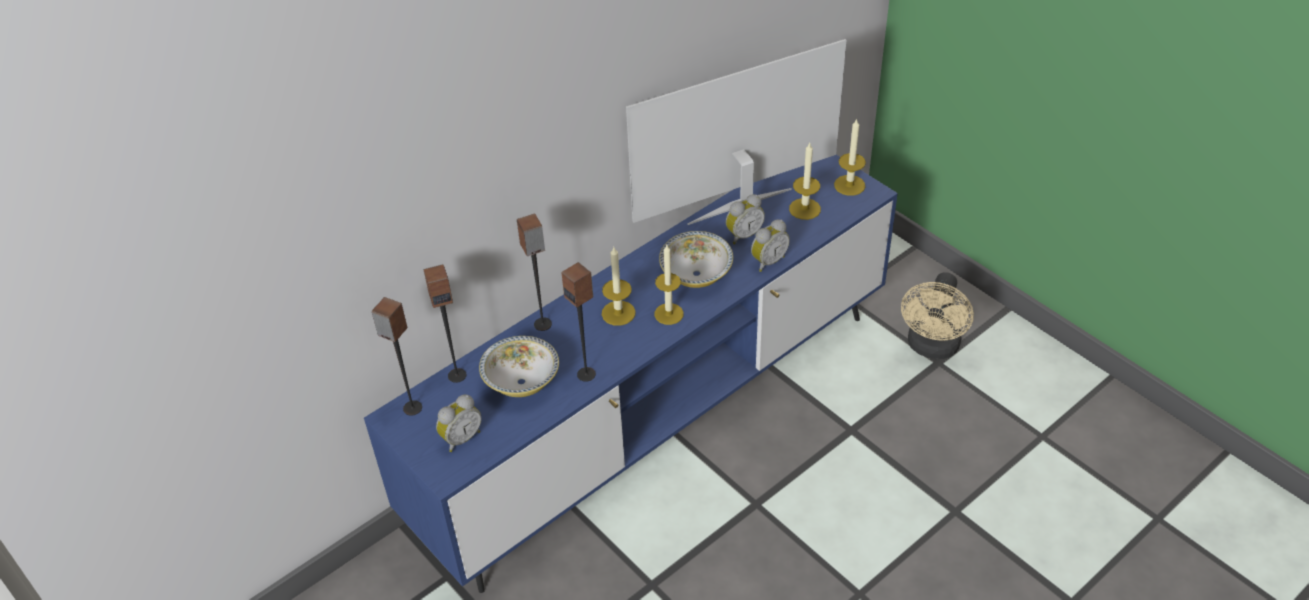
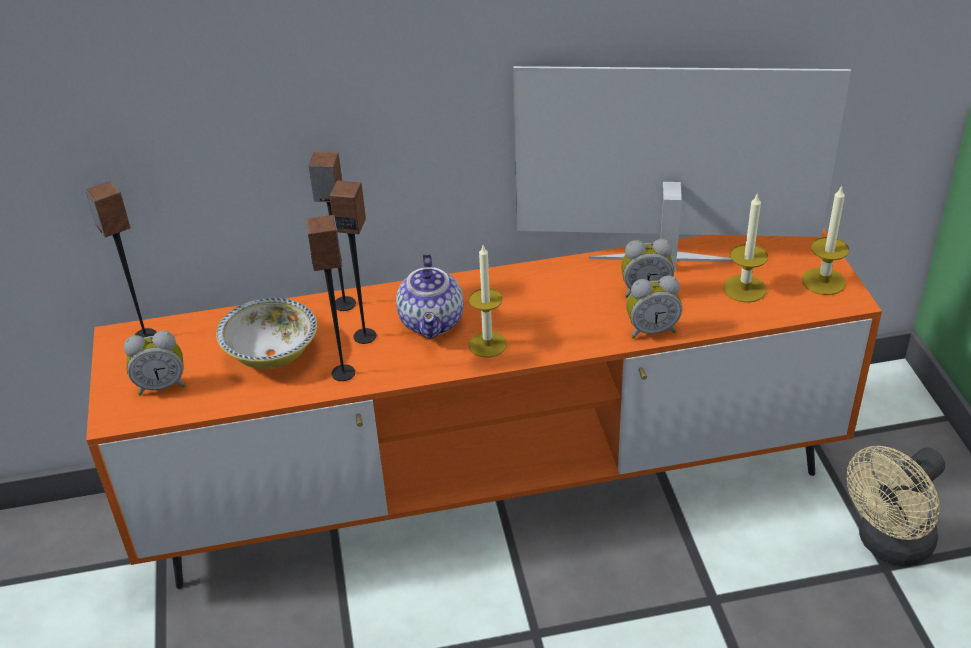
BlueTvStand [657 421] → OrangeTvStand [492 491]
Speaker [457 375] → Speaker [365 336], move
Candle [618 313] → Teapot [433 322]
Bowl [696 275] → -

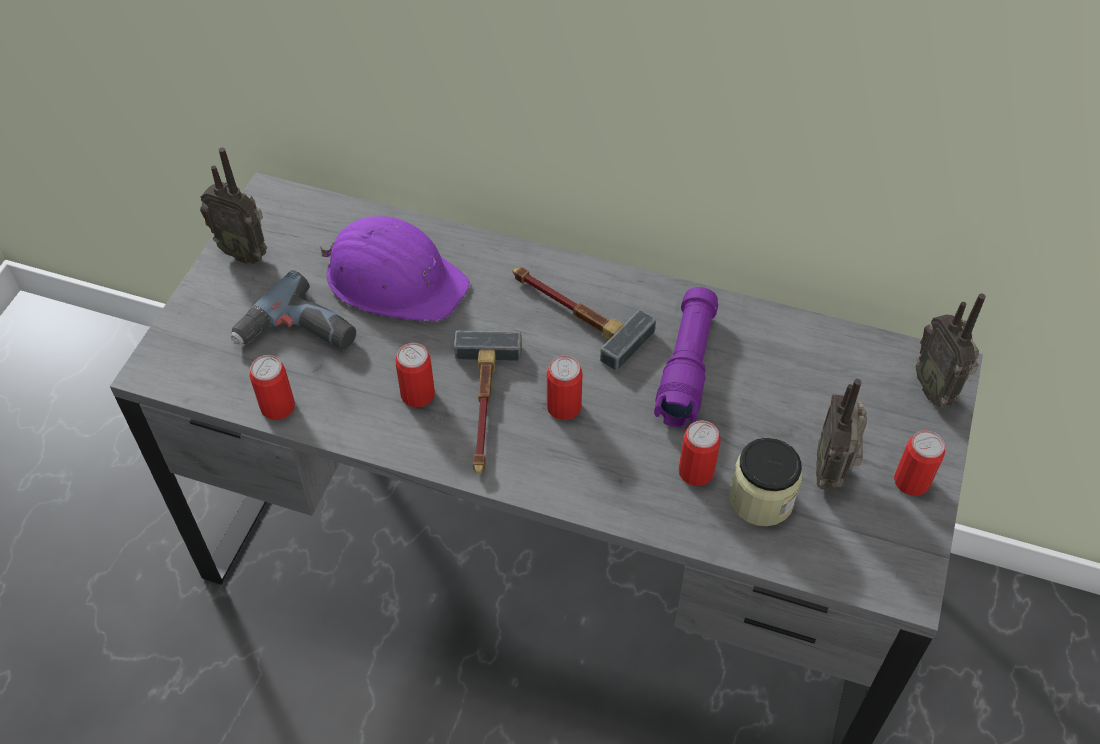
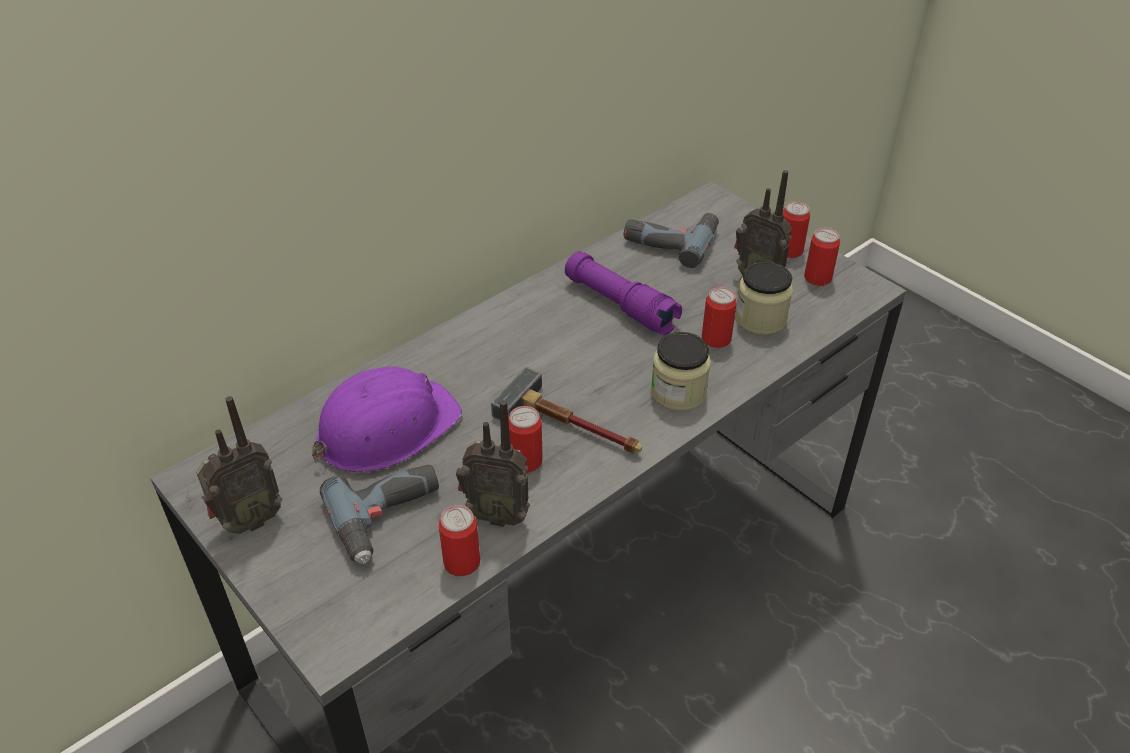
Hammer [573 313] → -
Can [564 407] → Can [817 278], move
Radio [936 389] → Radio [497 514], move
- → PowerDrill [671 239]
- → Jar [678 392]

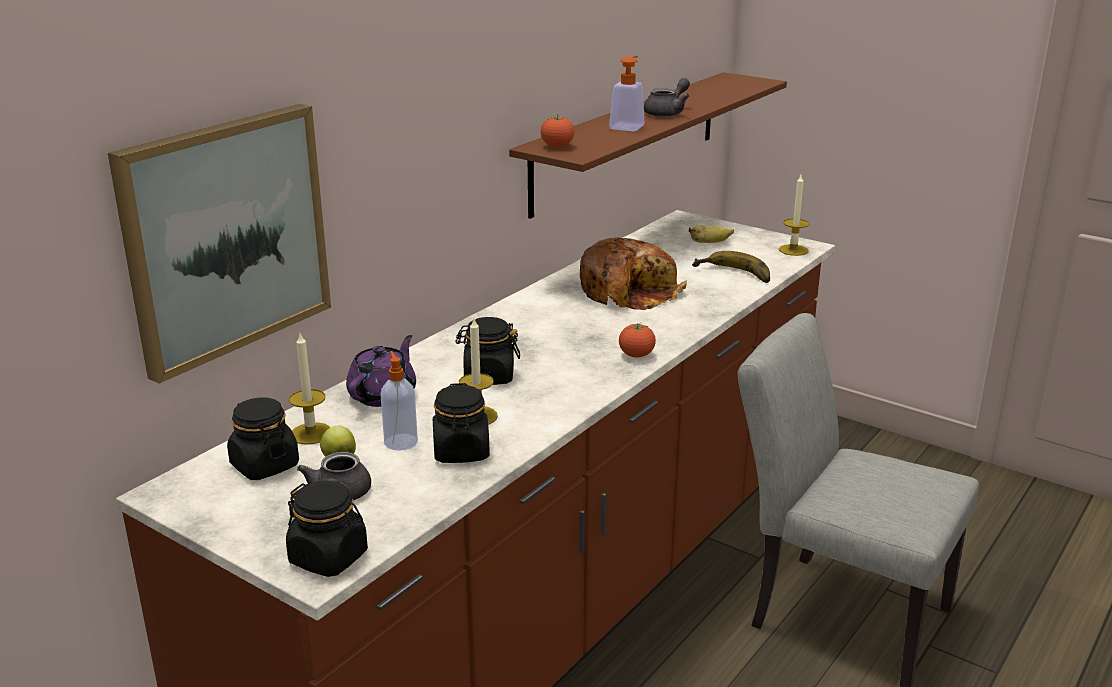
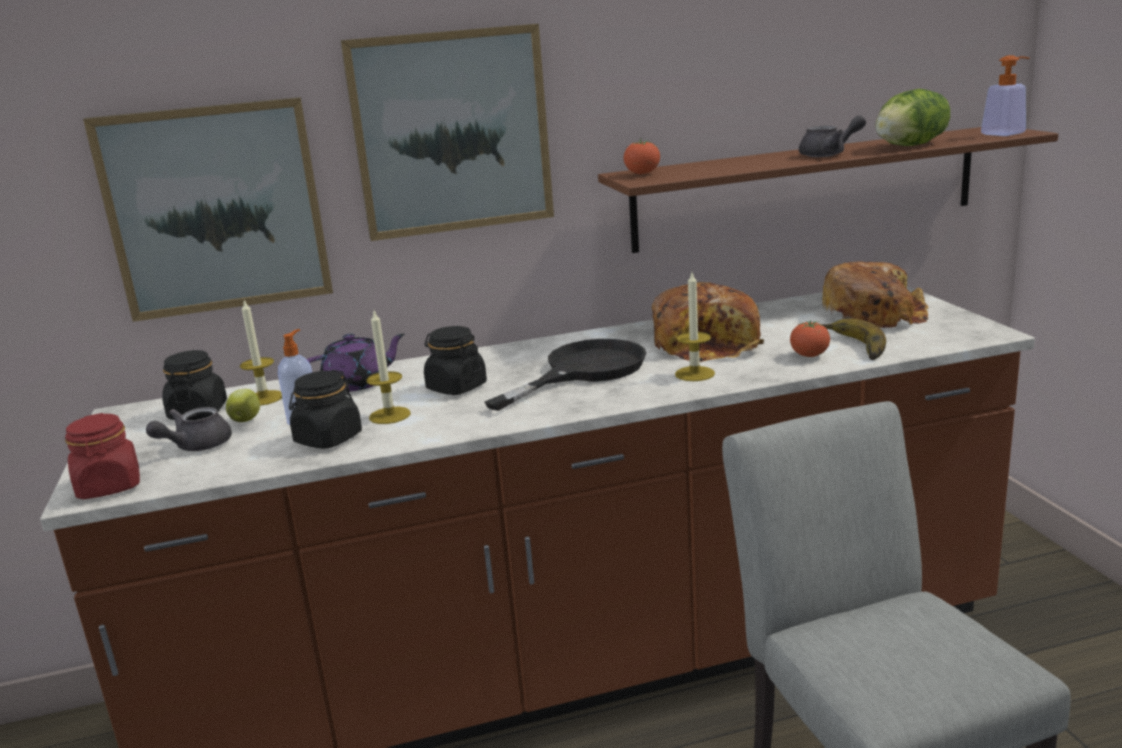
BlackJar [329 557] → RedJar [109 486]
SoapDispenser [628 126] → SoapDispenser [1007 133], move
Tomato [636 355] → Tomato [809 356], move
Banana [709 243] → Bread [875 314]
Candle [793 250] → Candle [694 374], move
- → Picture [451 132]
- → BlackFryingPan [583 371]
- → Lettuce [911 146]

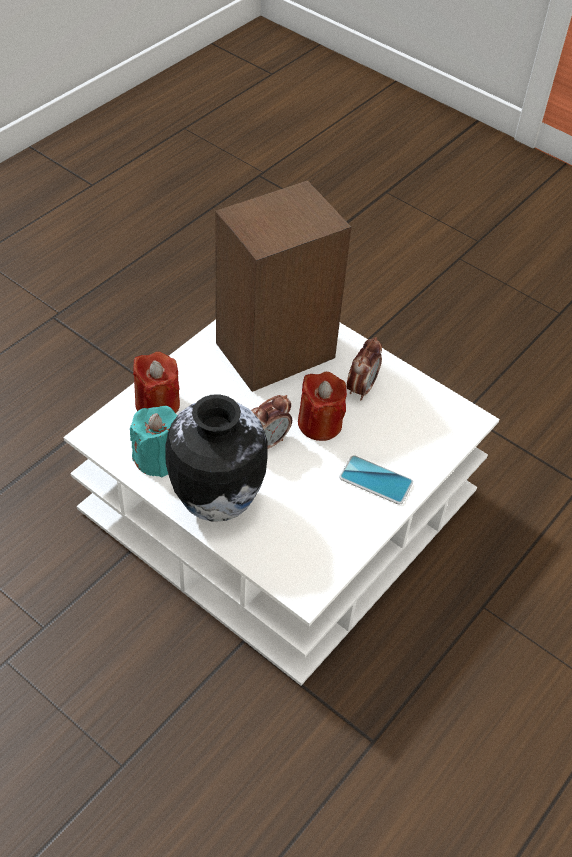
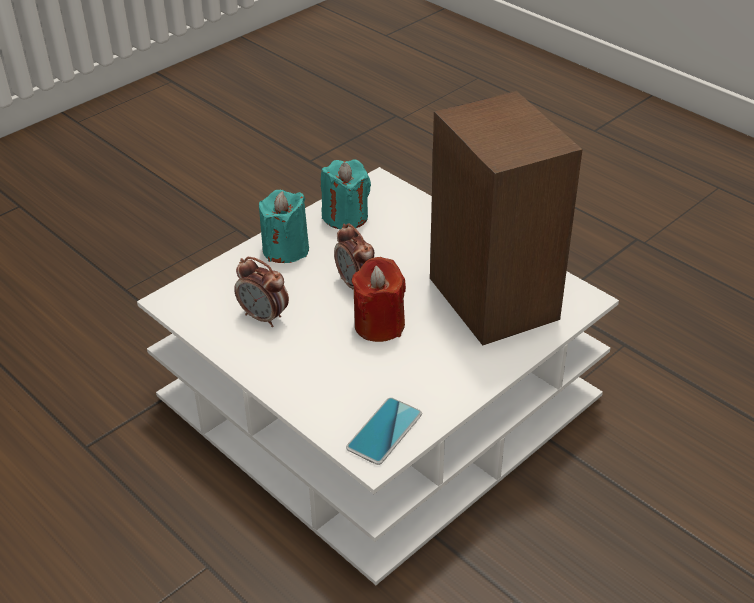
RedCandle [157 404] → -
Vase [215 503] → TurquoiseCandle [286 249]
Phone [376 480] → Phone [384 431], move
AlarmClock [361 388] → AlarmClock [264 317], move

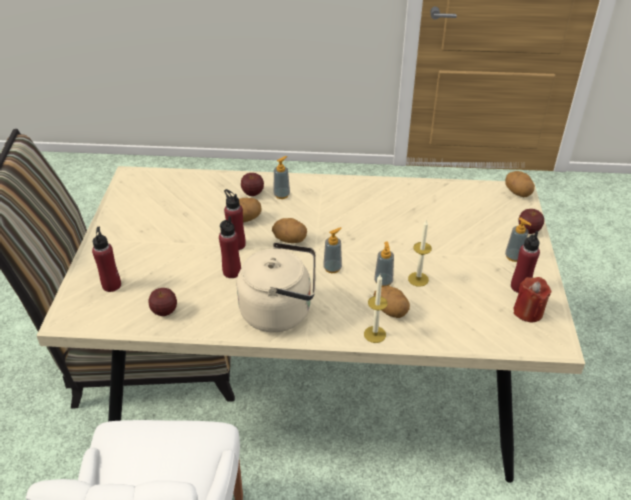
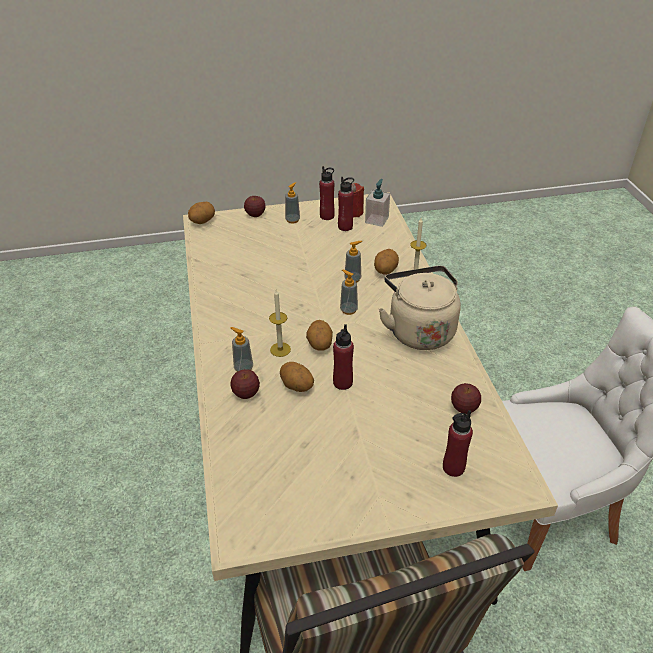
RedBottle [232 272] → RedBottle [345 227], move
Candle [418 279] → Candle [280 349], move
- → SoapDispenser [377 220]

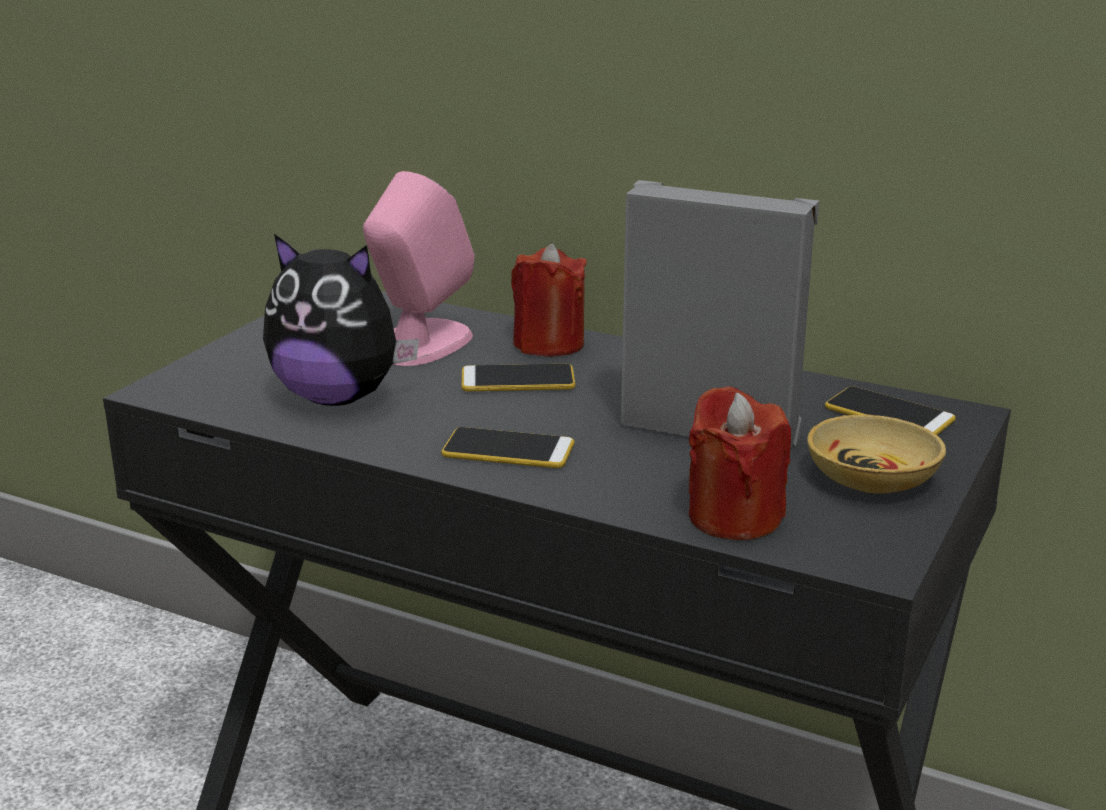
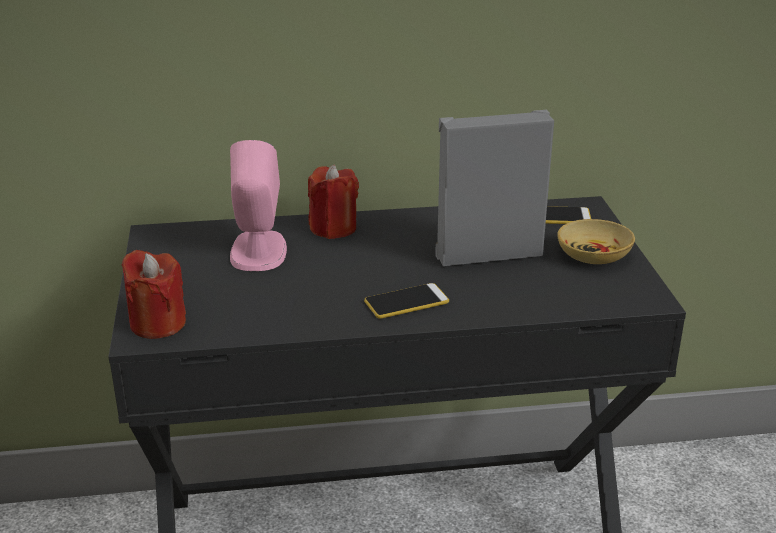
PlushToy [338 397] → -
Phone [518 380] → -
RedCandle [734 517] → RedCandle [158 323], move

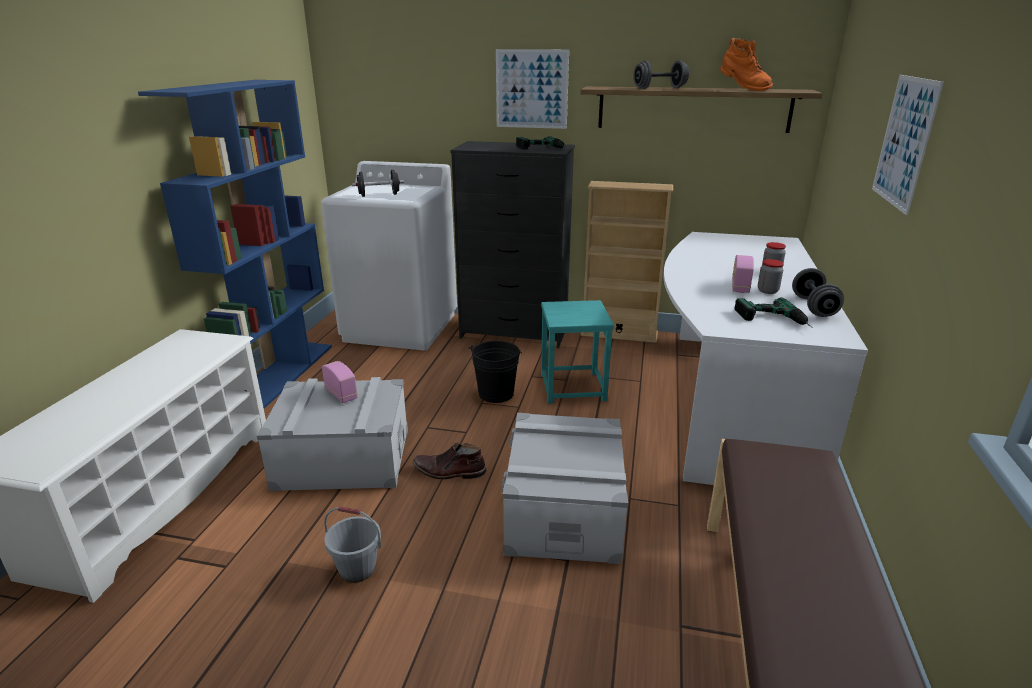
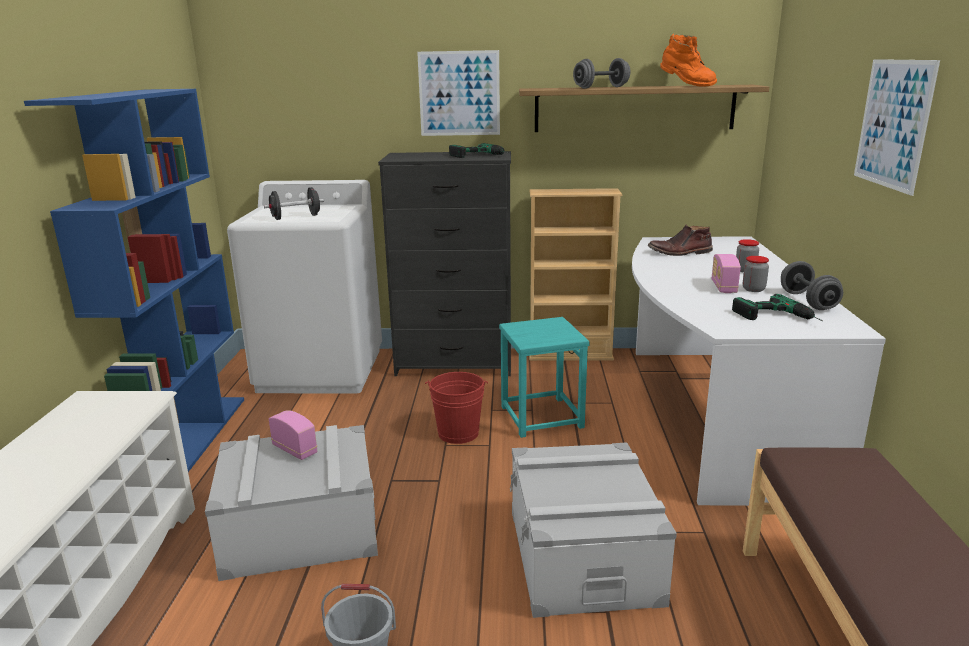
BrownBoot [449 471] → BrownBoot [680 252], move
BlackBucket [496 394] → RedBucket [458 433]

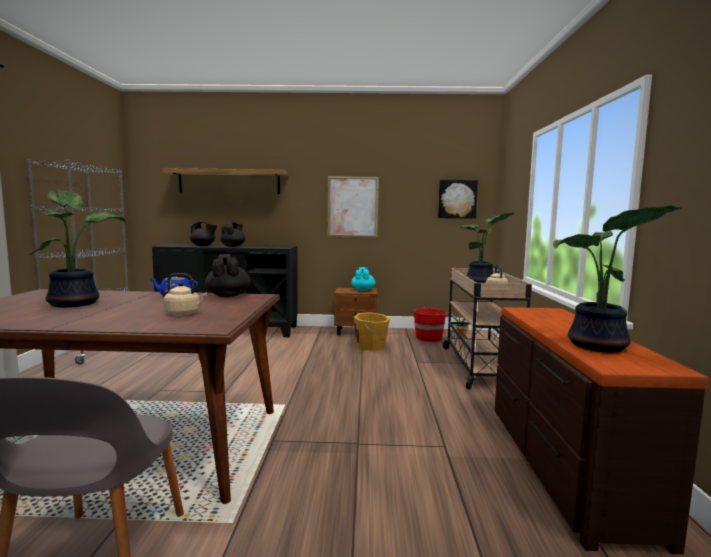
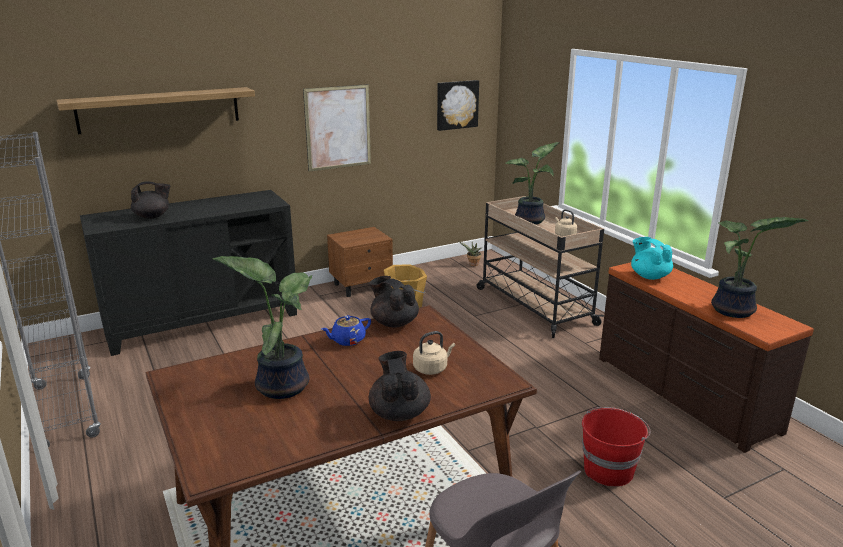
BlackTeapot [233 246] → BlackTeapot [399 413], move
TurquoiseTeapot [363 290] → TurquoiseTeapot [649 276], move
RedBucket [429 338] → RedBucket [609 469], move

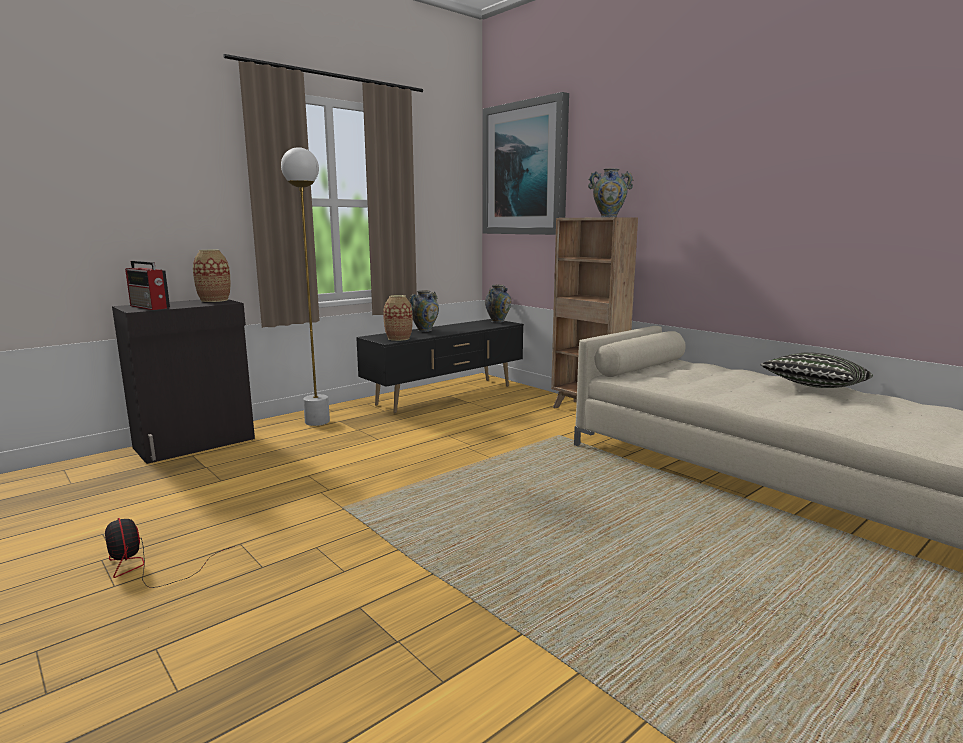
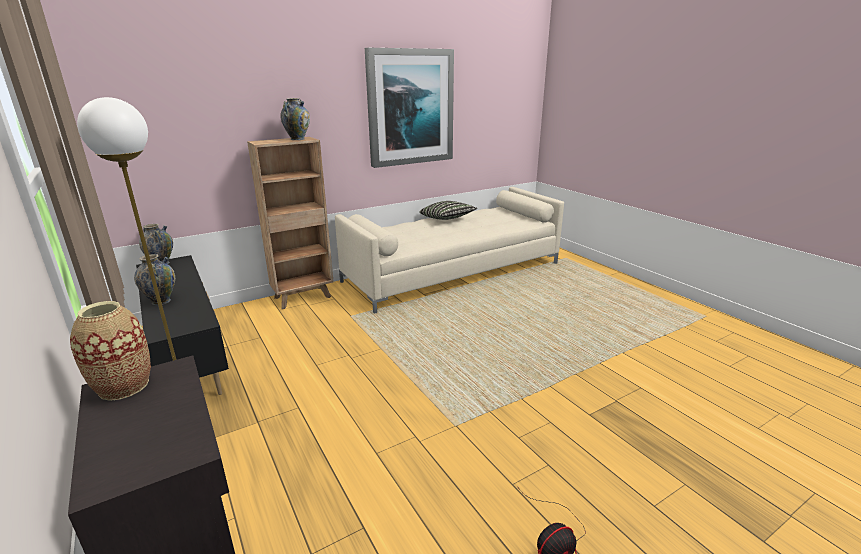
Radio [150 307] → -
Vase [398 338] → -
Picture [525 169] → Picture [410 107], move

